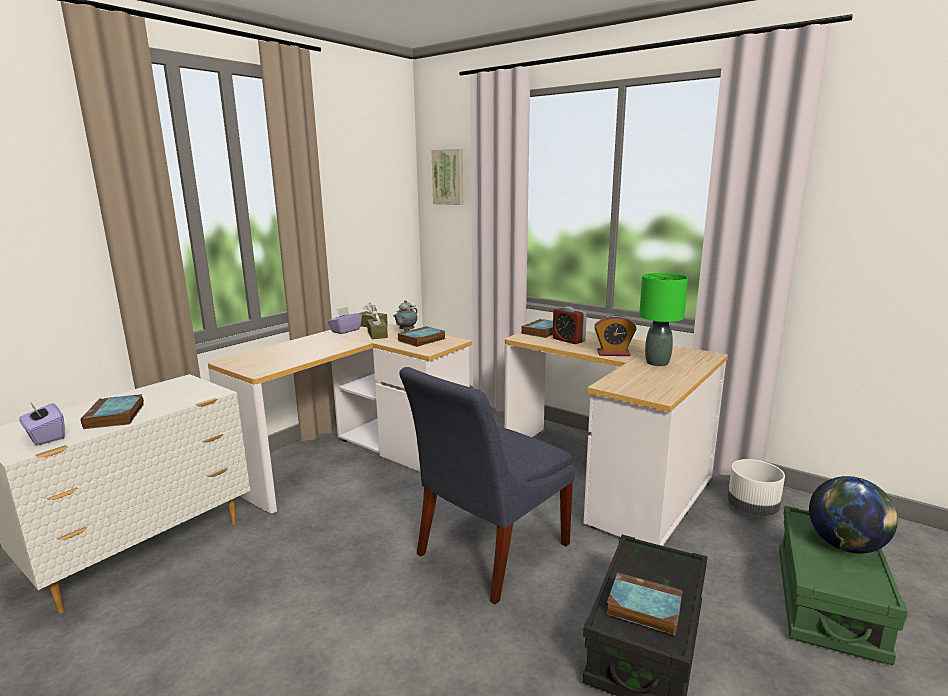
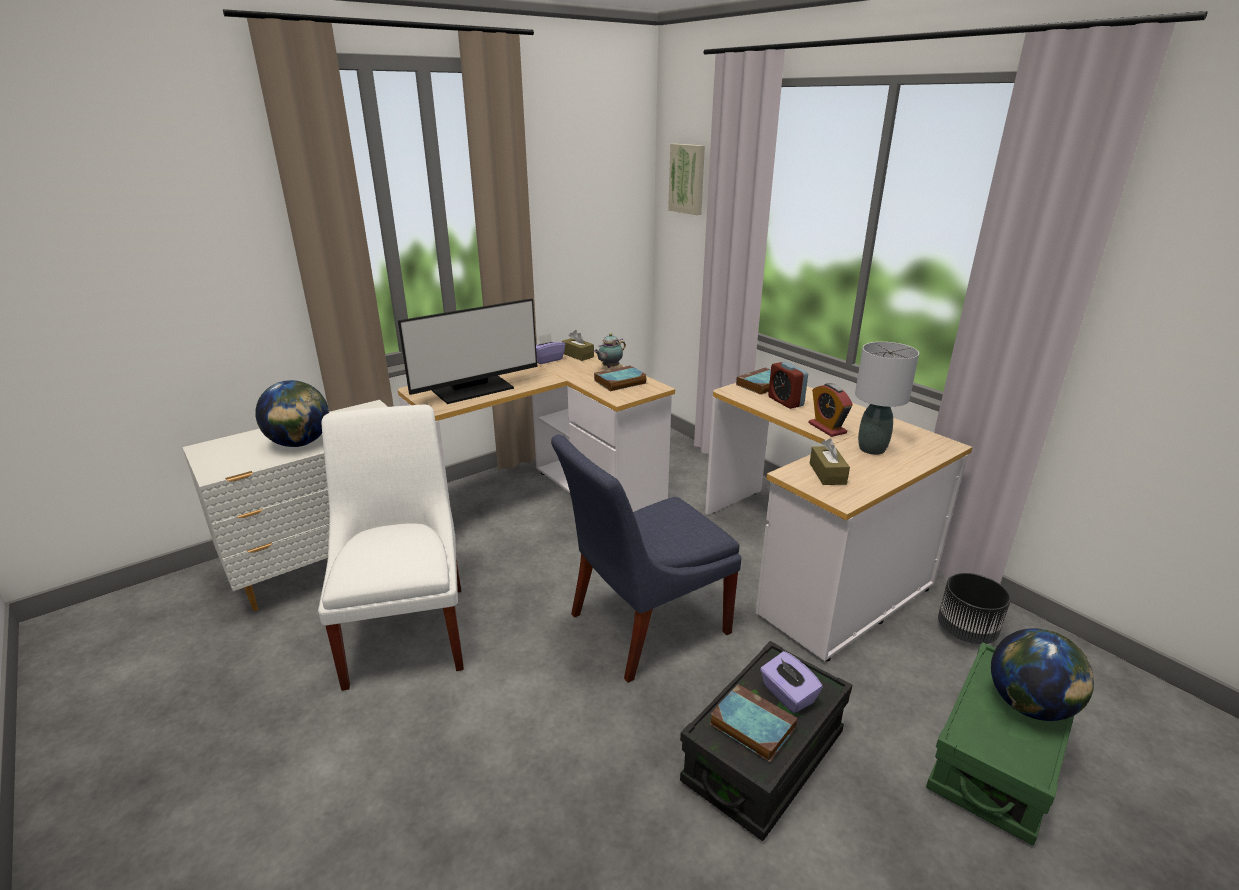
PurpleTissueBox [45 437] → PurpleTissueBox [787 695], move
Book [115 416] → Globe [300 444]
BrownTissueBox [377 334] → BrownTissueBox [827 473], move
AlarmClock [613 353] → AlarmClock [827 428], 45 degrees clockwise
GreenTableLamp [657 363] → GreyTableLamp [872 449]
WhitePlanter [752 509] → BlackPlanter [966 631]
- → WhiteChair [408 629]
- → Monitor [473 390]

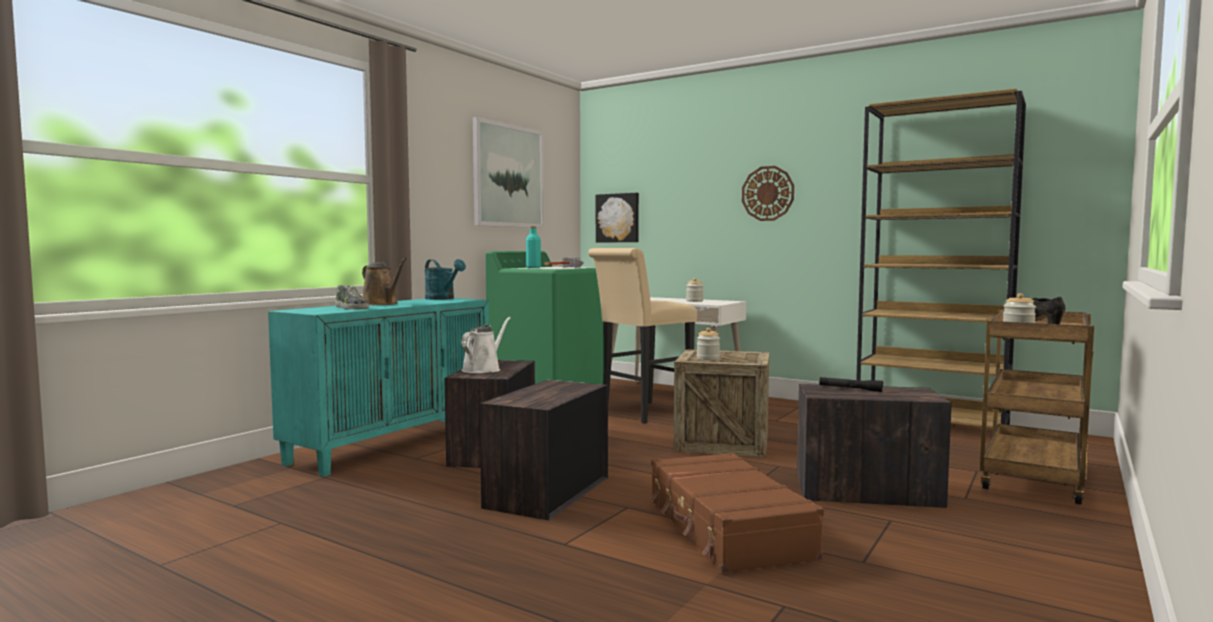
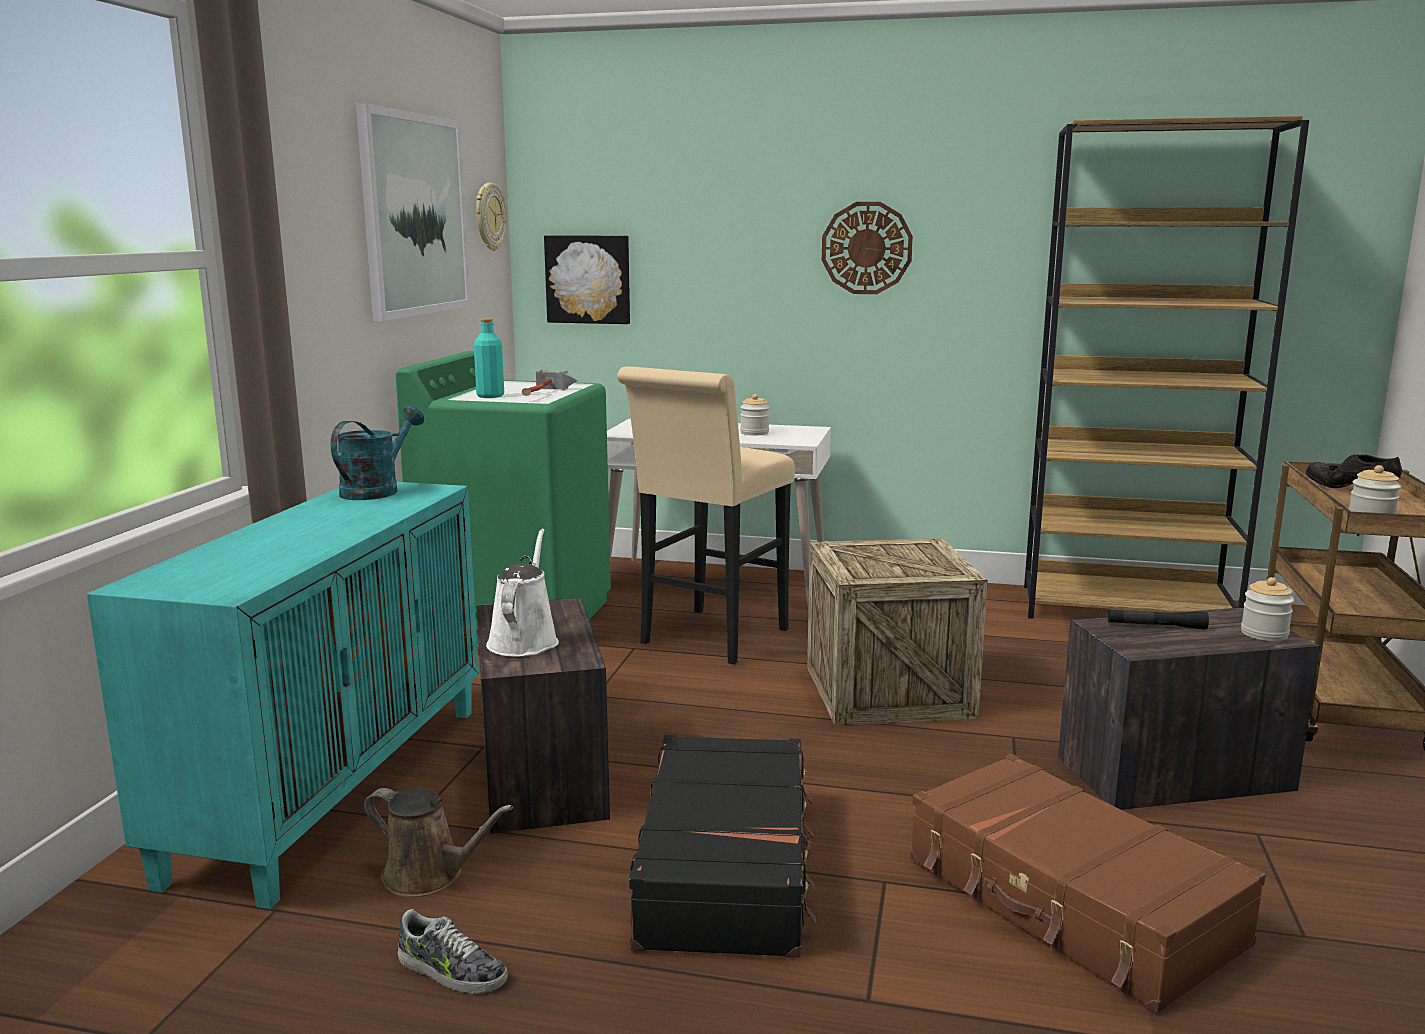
Shoe [351 308] → Shoe [451 971], move
BrownWateringCan [382 304] → BrownWateringCan [429 876], move
TurquoiseWateringCan [443 299] → TurquoiseWateringCan [376 490], 90 degrees counterclockwise
Crate [549 491] → BlackSuitcase [727 866]
Jar [708 358] → Jar [1264 634], move
- → WallClock [489 217]

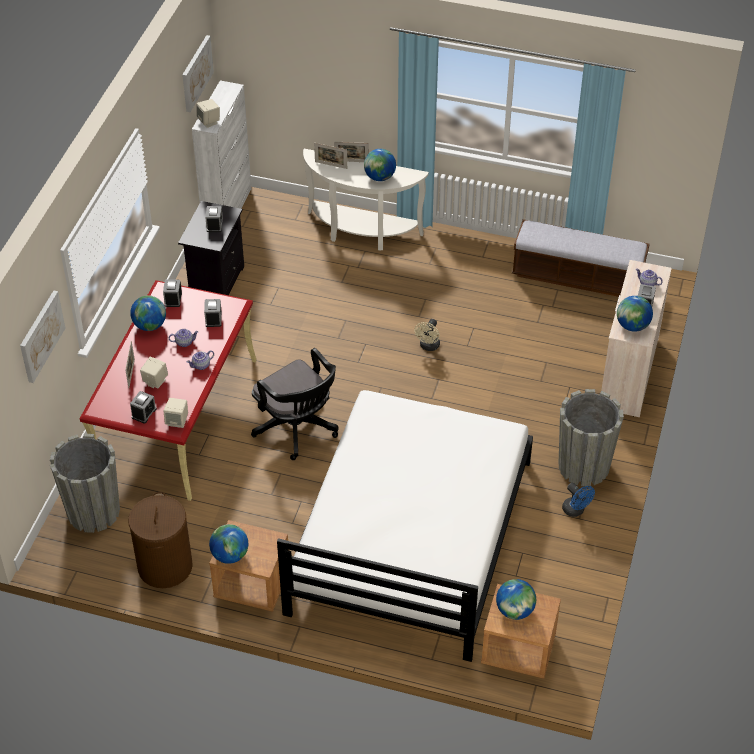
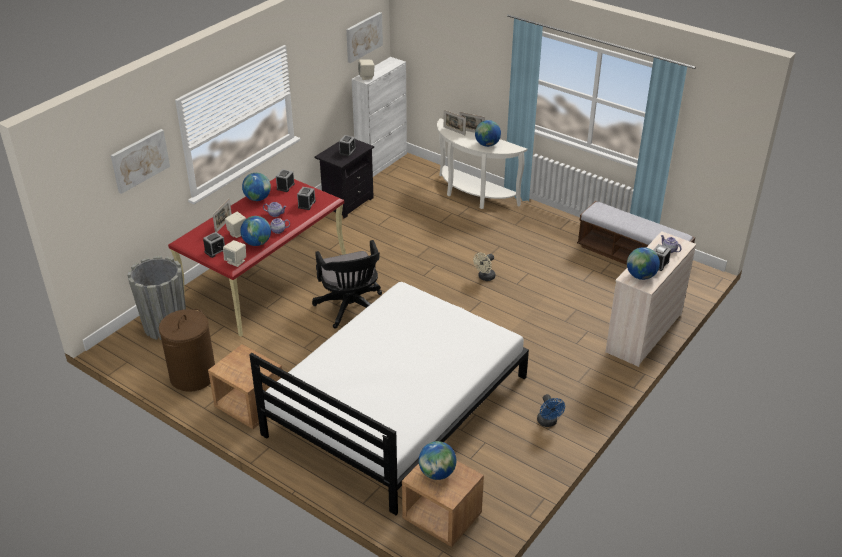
Globe [230 555] → Globe [257 243], move
GreyPlanter [583 466] → -

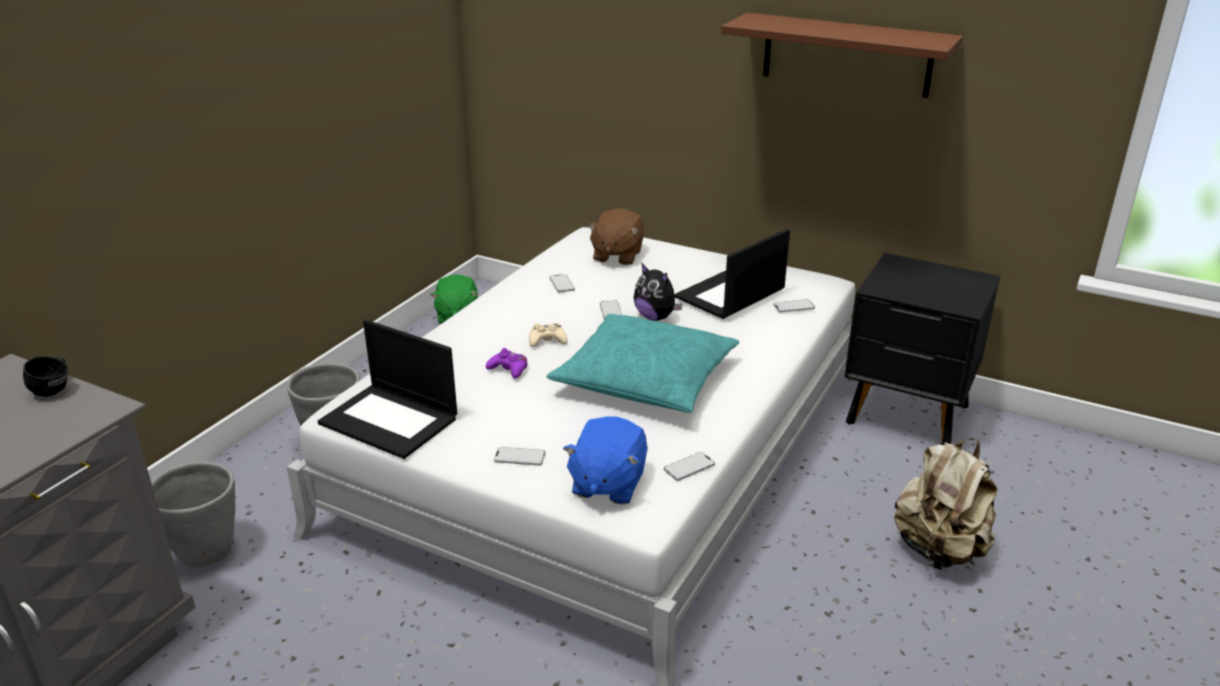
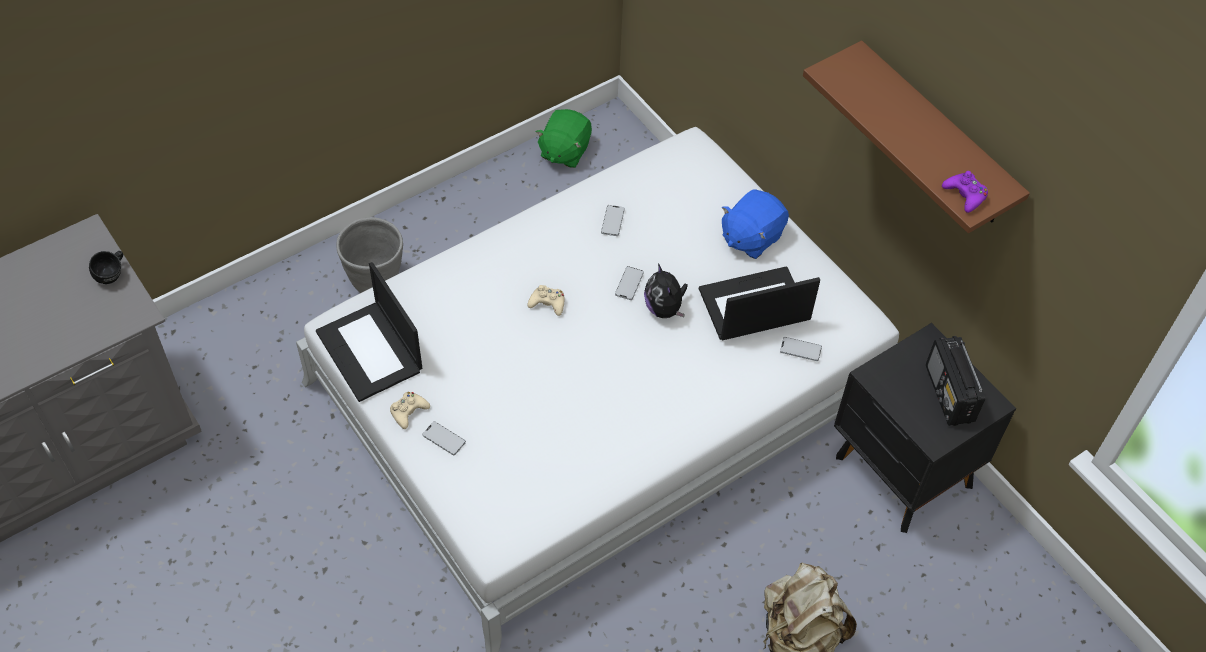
GreyPlanter [207 553] → -
PurpleGameController [509 369] → PurpleGameController [965 195], move
TurquoisePillow [645 379] → -
BluePlushToy [607 484] → BluePlushToy [751 237], move
BrownPlushToy [617 255] → -
Phone [689 467] → -
- → BeigeGameController [408 412]
- → Radio [949 394]

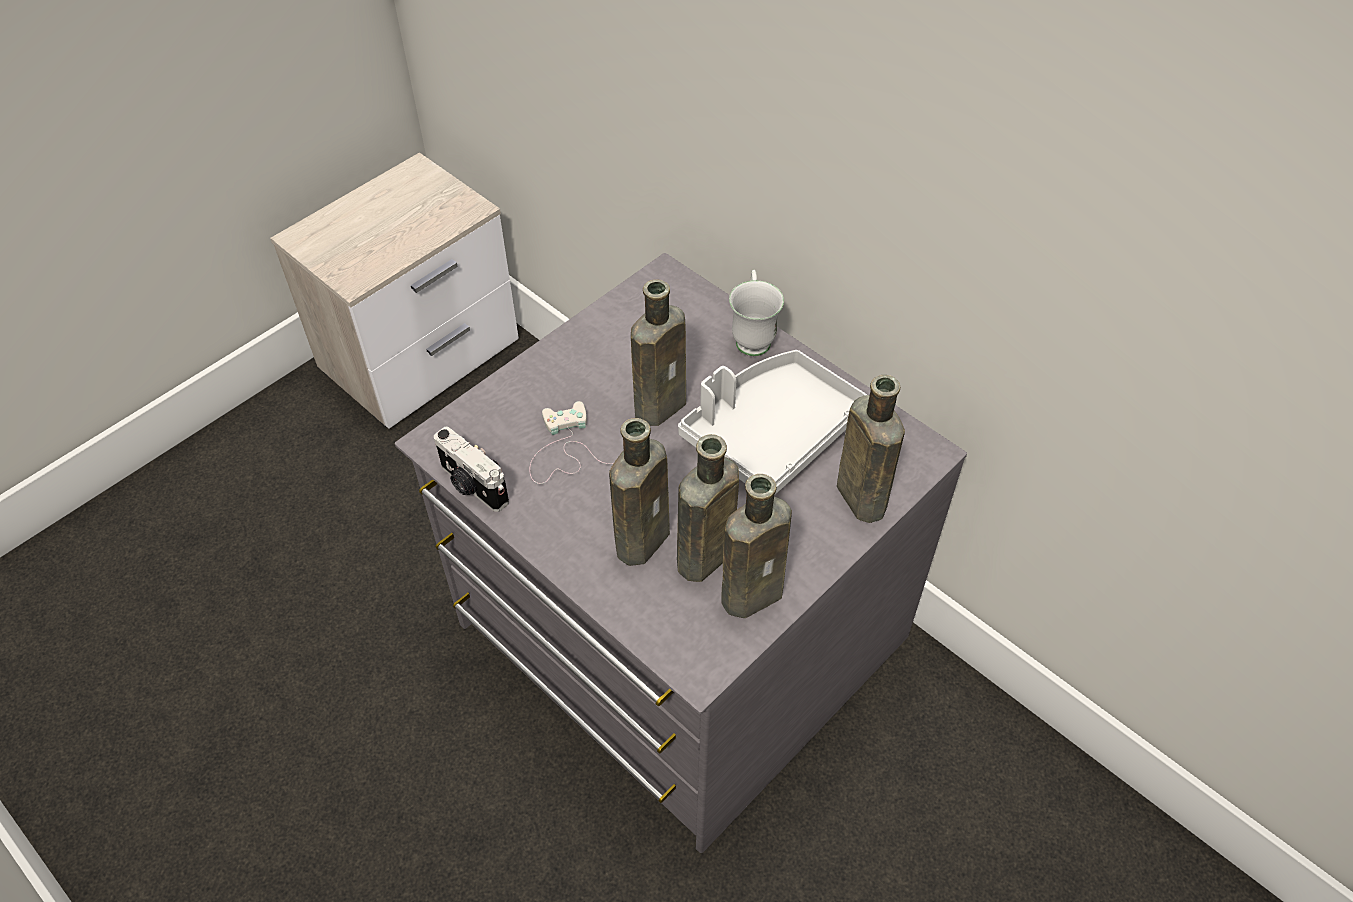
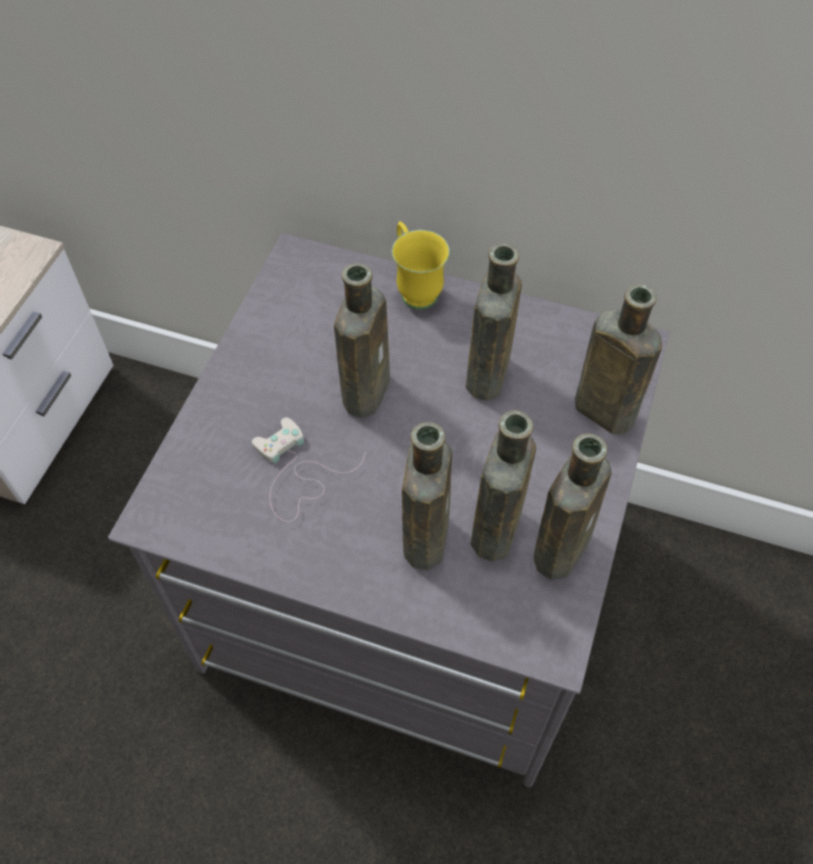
PhotoCamera [472 486] → -
GreyTray [771 433] → BrownBottle [487 379]
WhiteMug [752 336] → YellowMug [415 288]

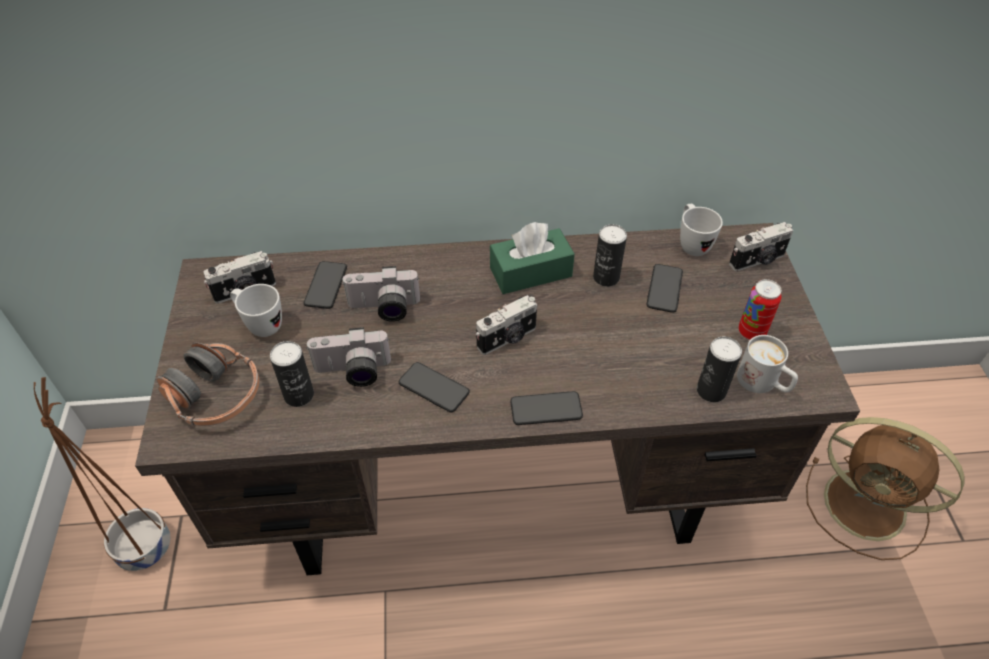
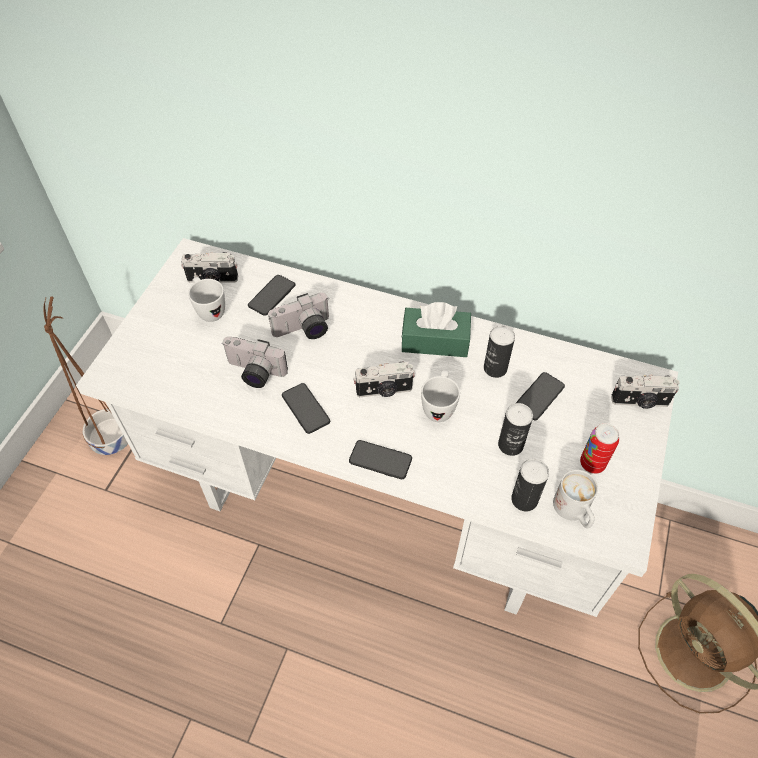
BrownDesk [497 487] → WhiteDesk [382 501]
Headphones [215 396] → -
Can [299 395] → Can [510 445], move
PhotoCamera [384 309] → PhotoCamera [304 331], 45 degrees counterclockwise
WhiteMug [691 244] → WhiteMug [439 406], move

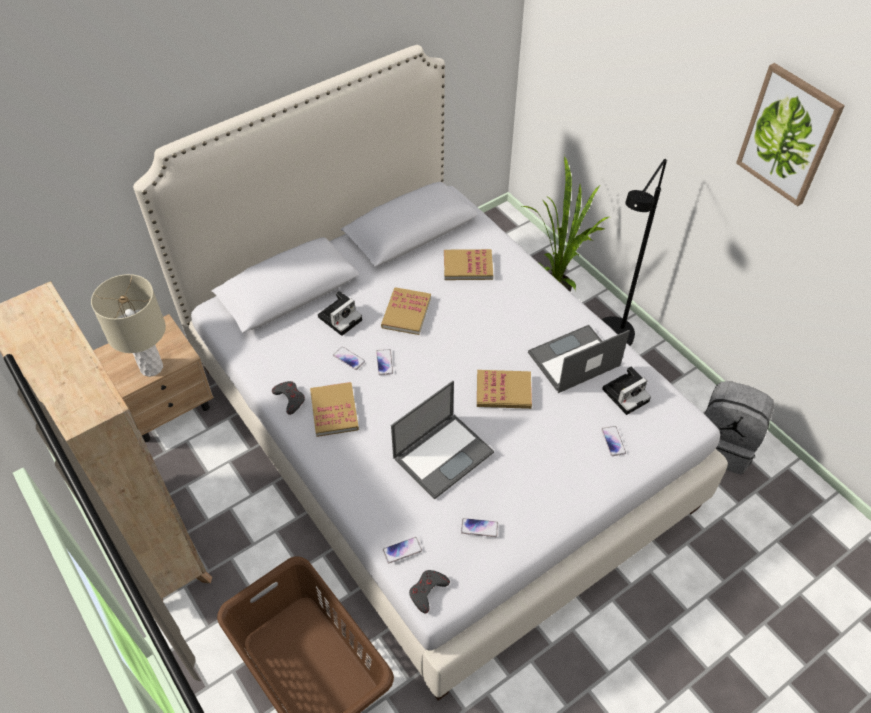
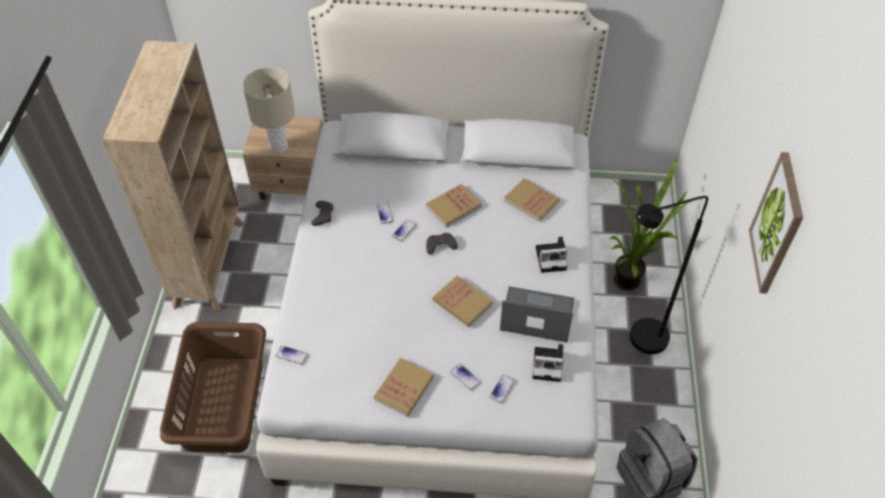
Book [334 410] → Book [404 388], move
PhotoCamera [340 317] → PhotoCamera [552 258], move
Laptop [444 454] → -
GreyGameController [427 591] → GreyGameController [440 245], move
Phone [479 528] → Phone [465 377], move

